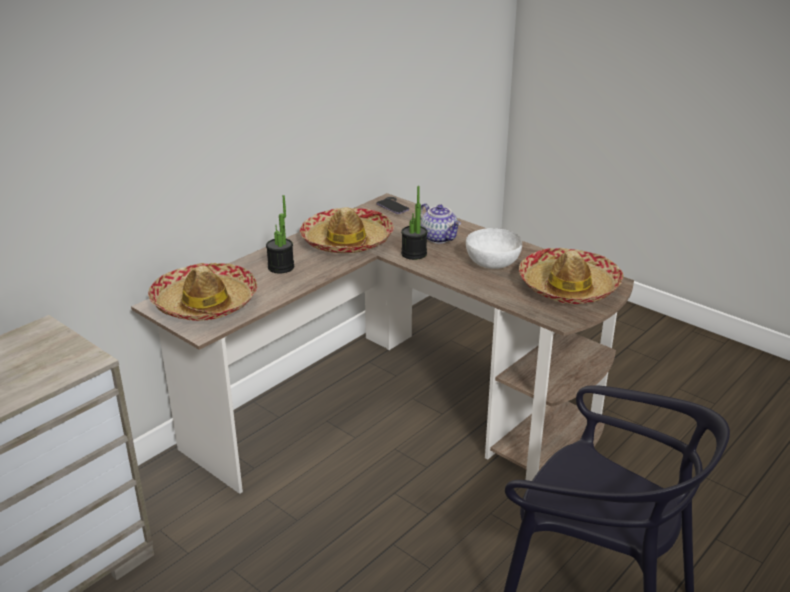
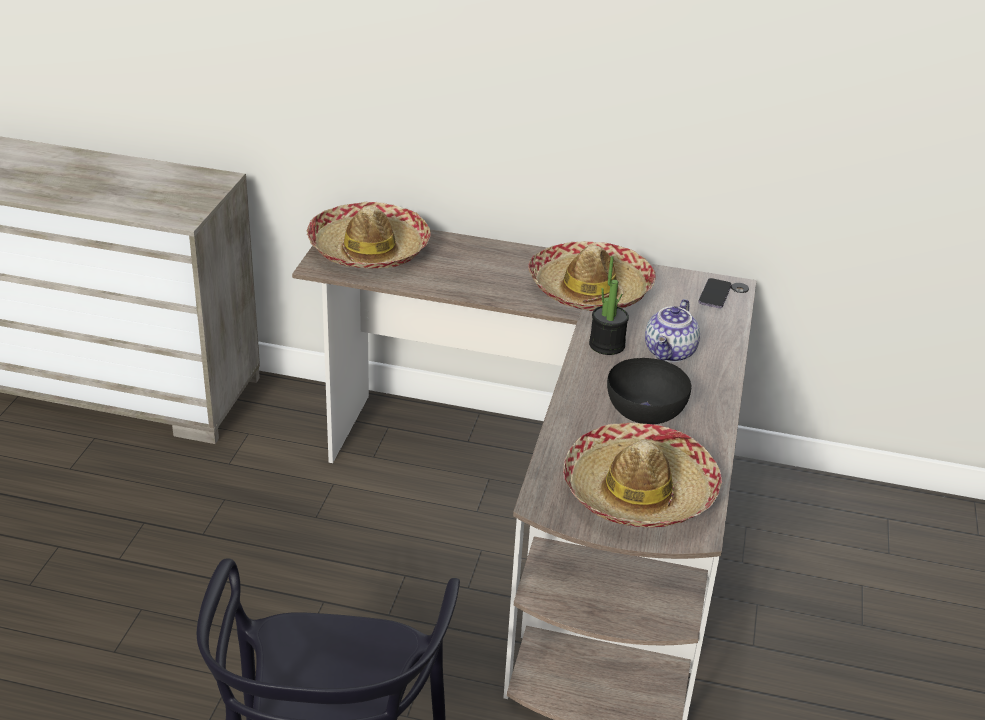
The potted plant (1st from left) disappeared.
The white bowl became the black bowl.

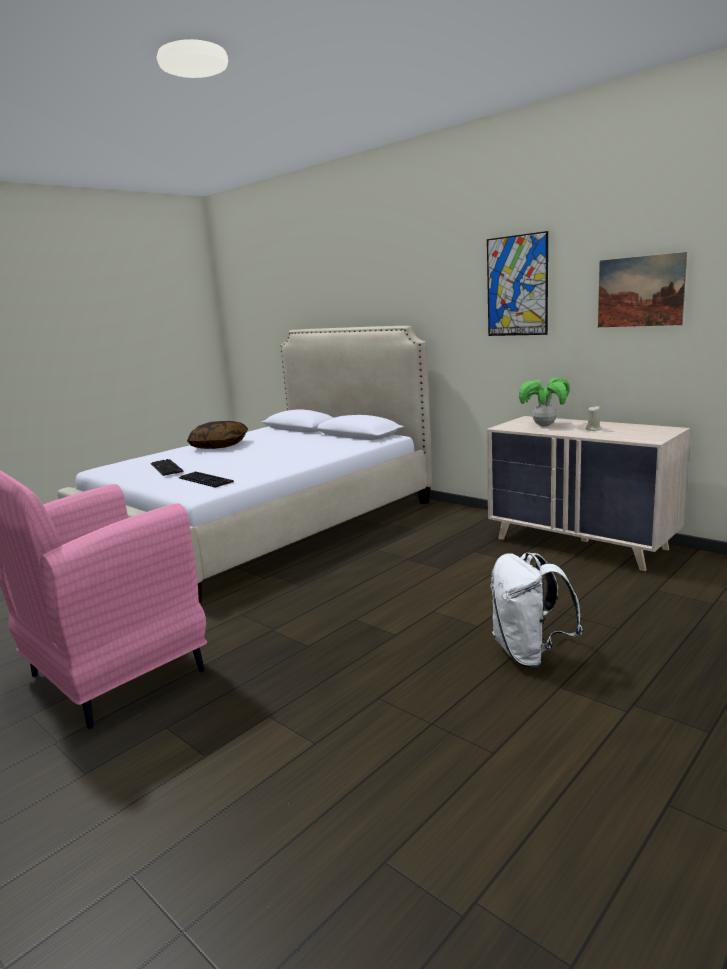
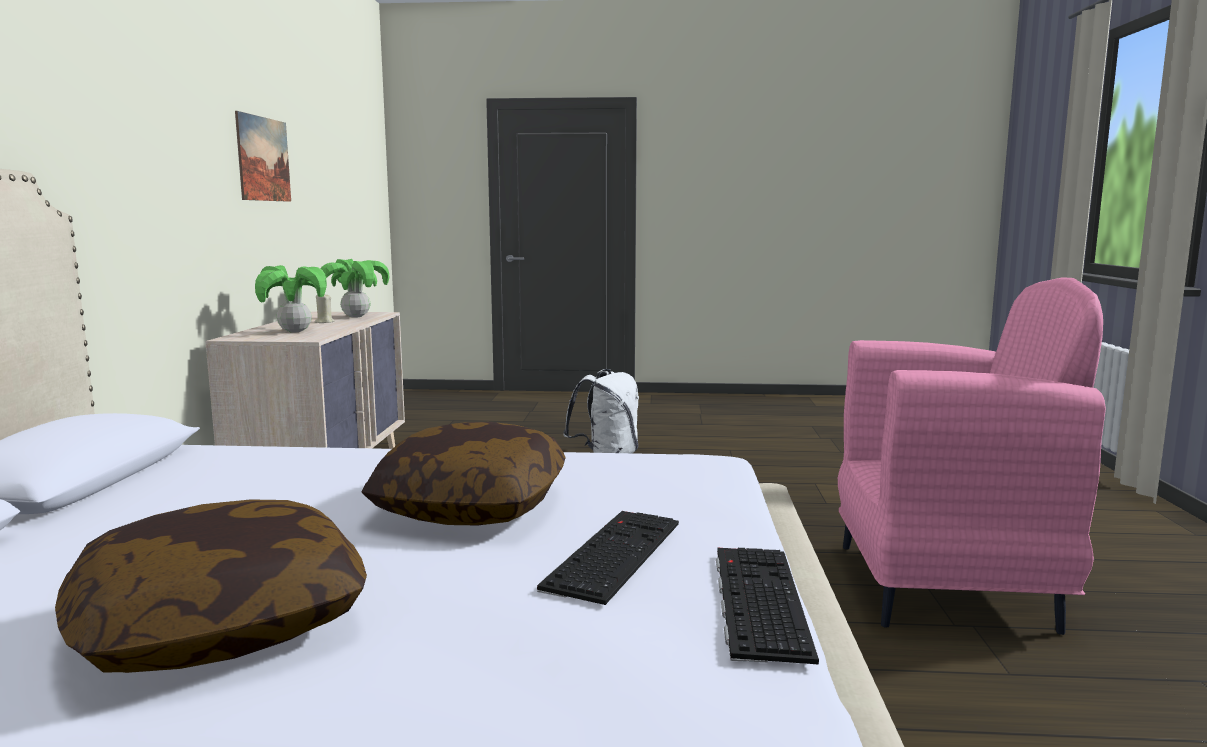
The keyboard (2nd from left) moved.
The picture (1st from left) disappeared.
The potted plant (2nd from left) appeared.
The pillow (2nd from left) appeared.

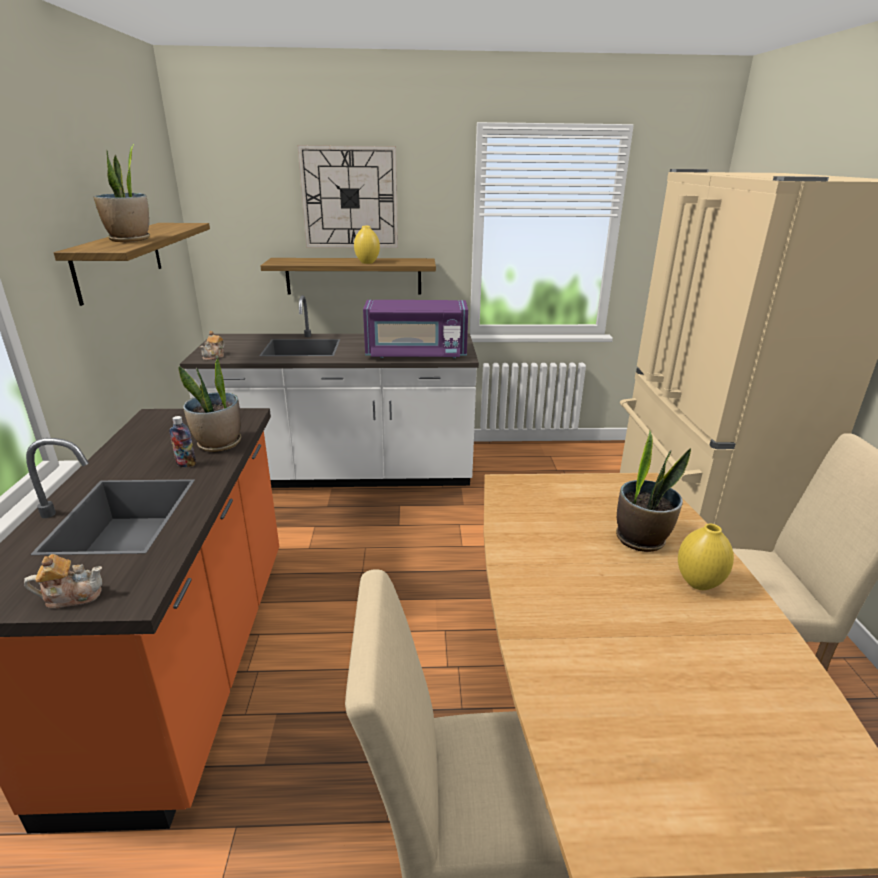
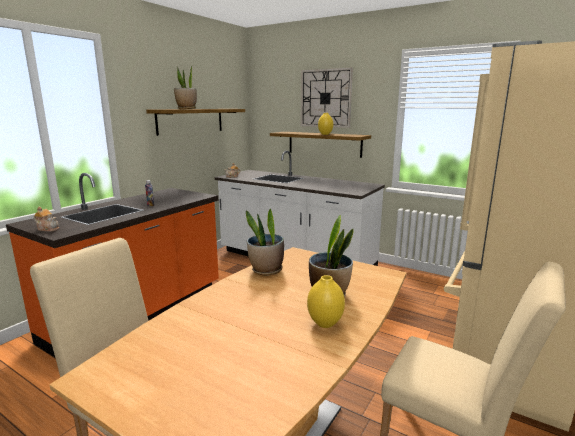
The potted plant (2nd from left) moved.
The purple microwave disappeared.

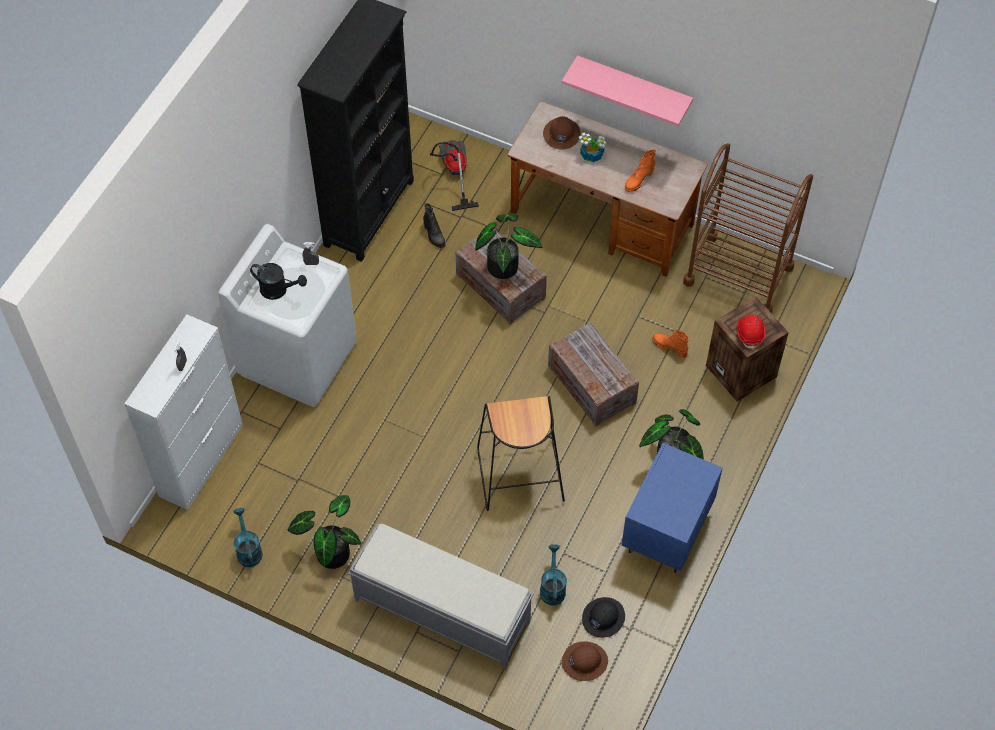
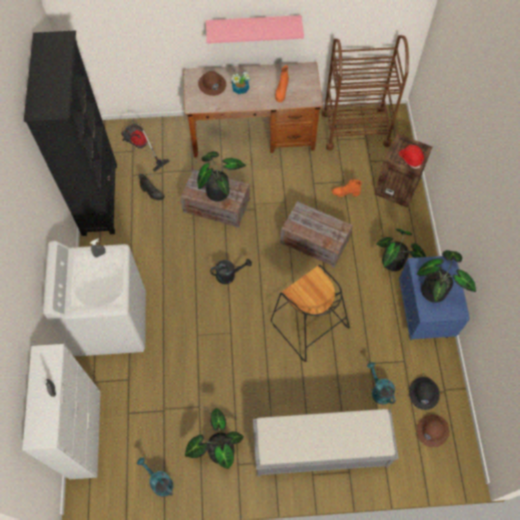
The black watering can moved.
The potted plant (5th from left) appeared.

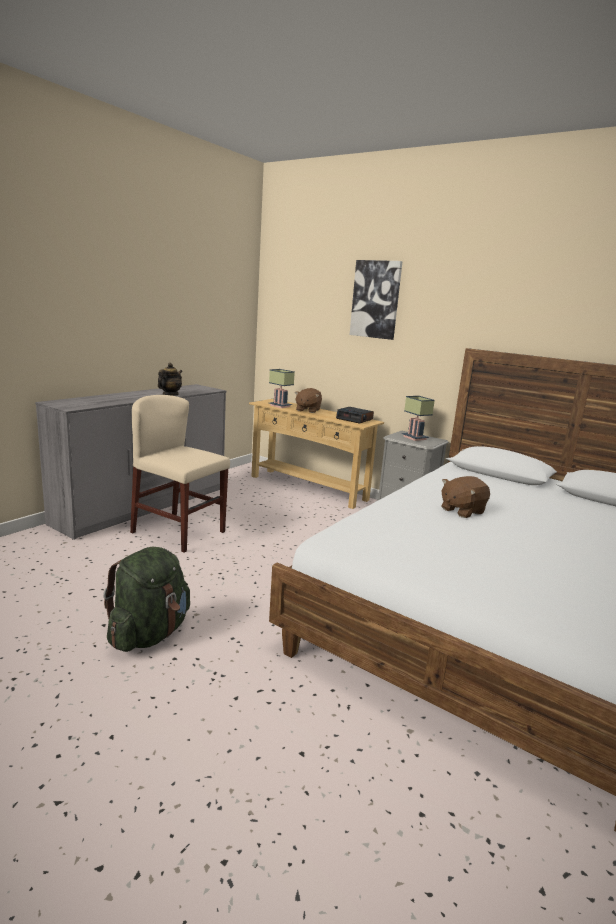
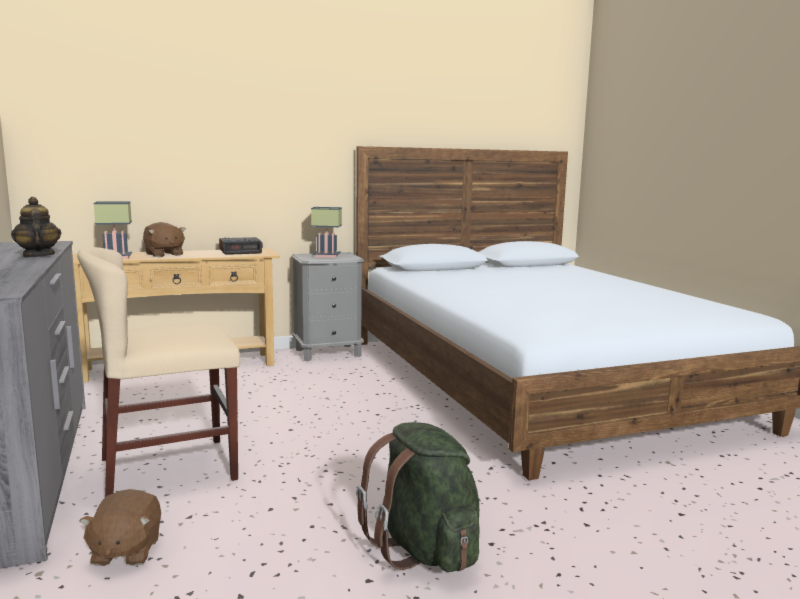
The picture disappeared.
The brown plush toy (2nd from left in the first image) moved.

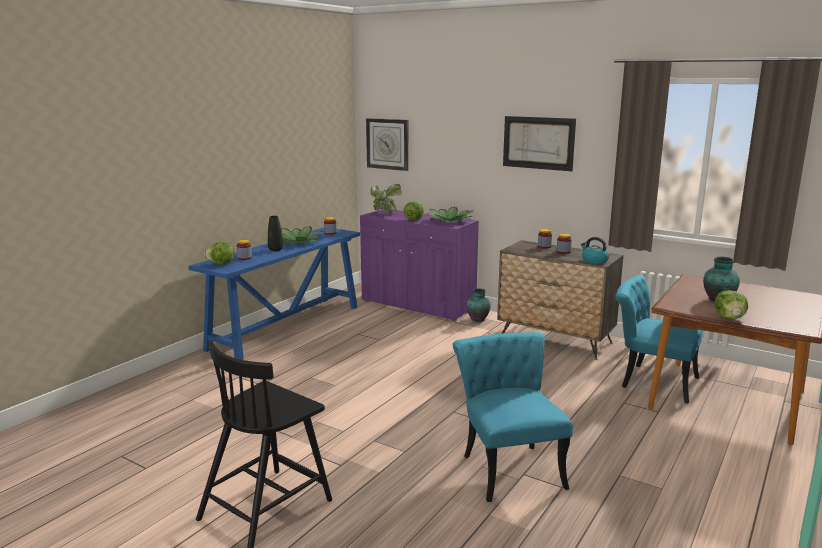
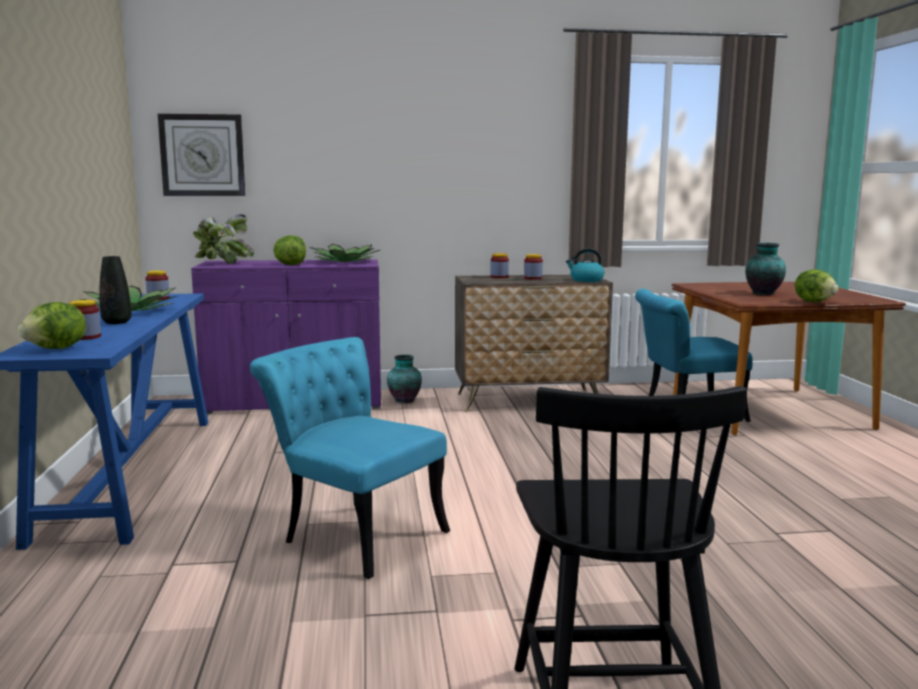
The turquoise chair (1st from left) moved.
The picture disappeared.

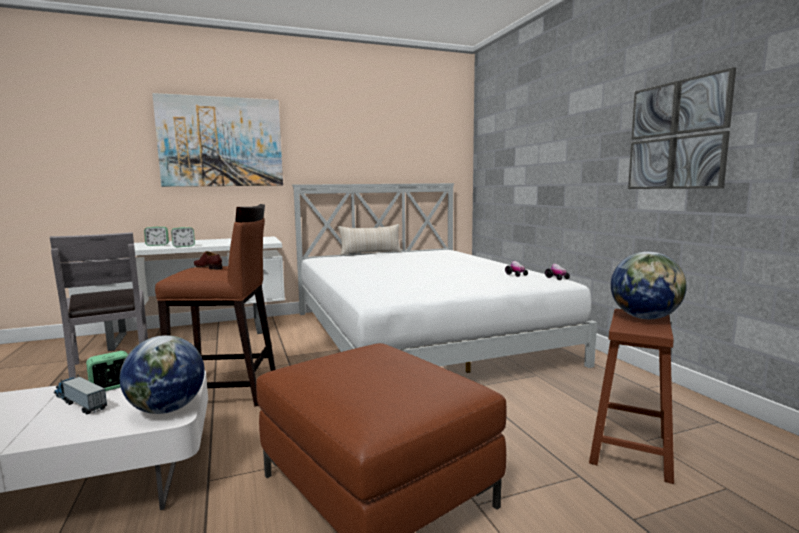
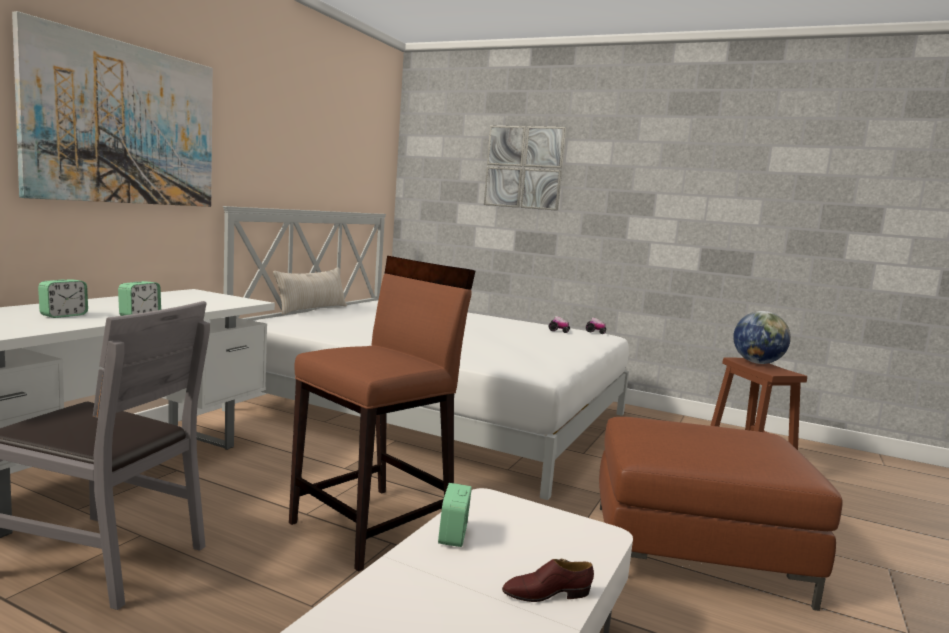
The toy truck disappeared.
The globe (1st from left) disappeared.
The brown shoe moved.
The picture (2nd from left) moved.

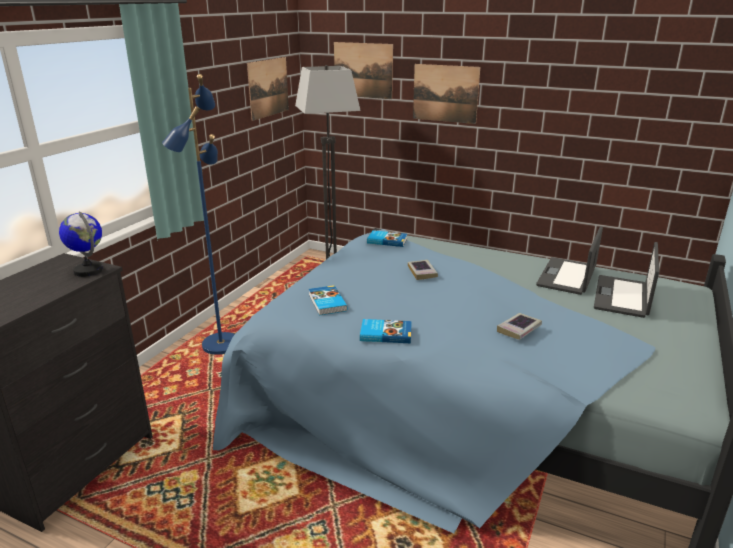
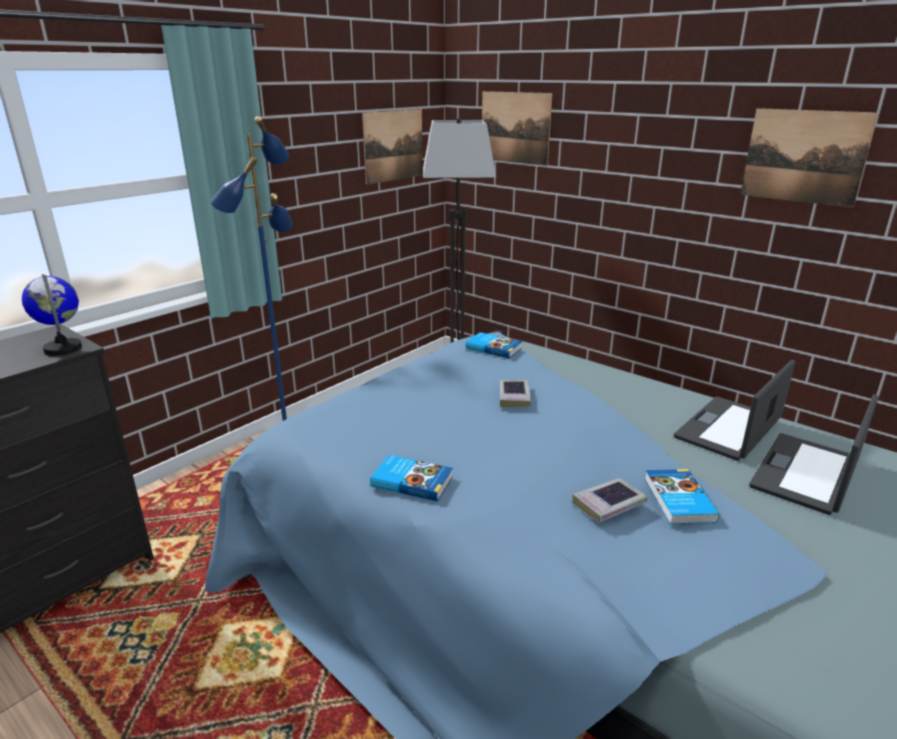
The book (1st from left in the first image) moved.
The picture (3rd from left) moved.

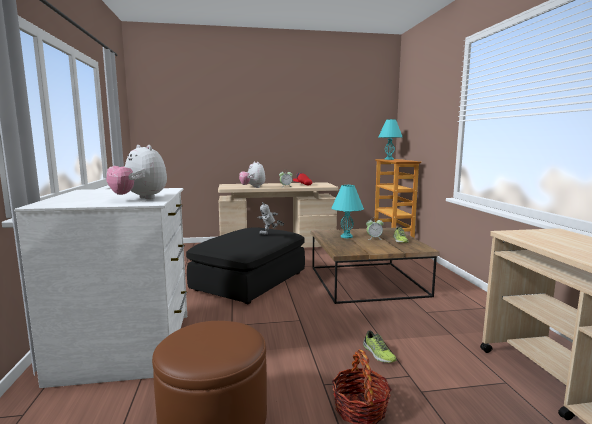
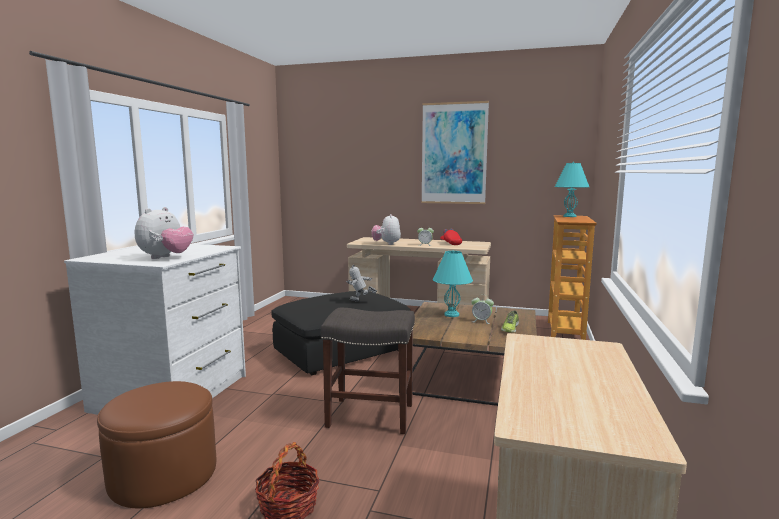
The plush toy (1st from left) turned 135 degrees counterclockwise.
The shoe (1st from left) disappeared.
The grey stool appeared.
The picture appeared.

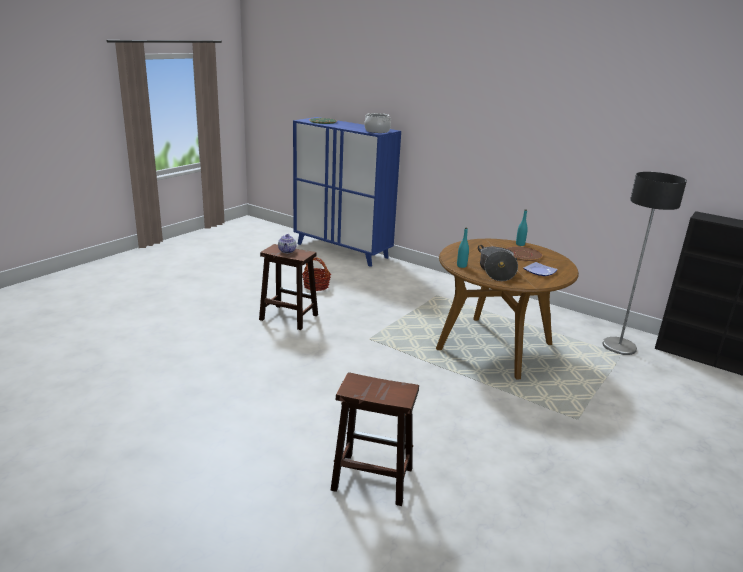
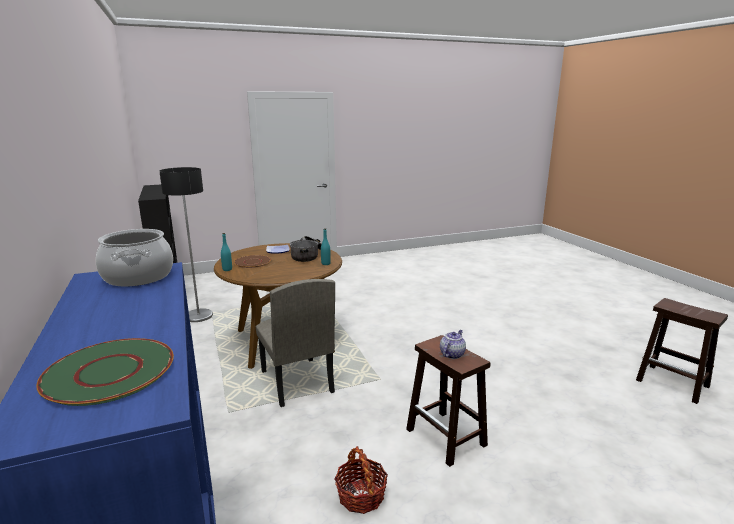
The brown stool (2nd from left) moved.
The beige chair appeared.

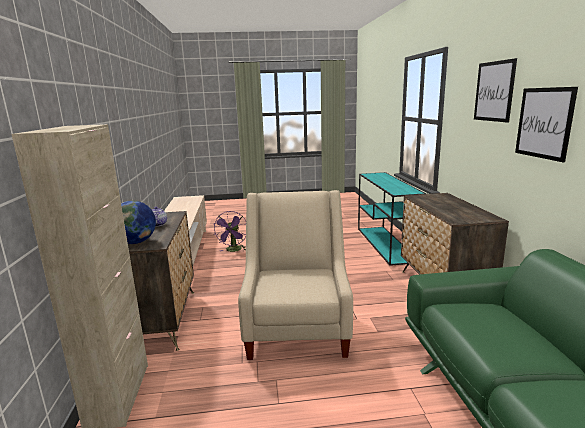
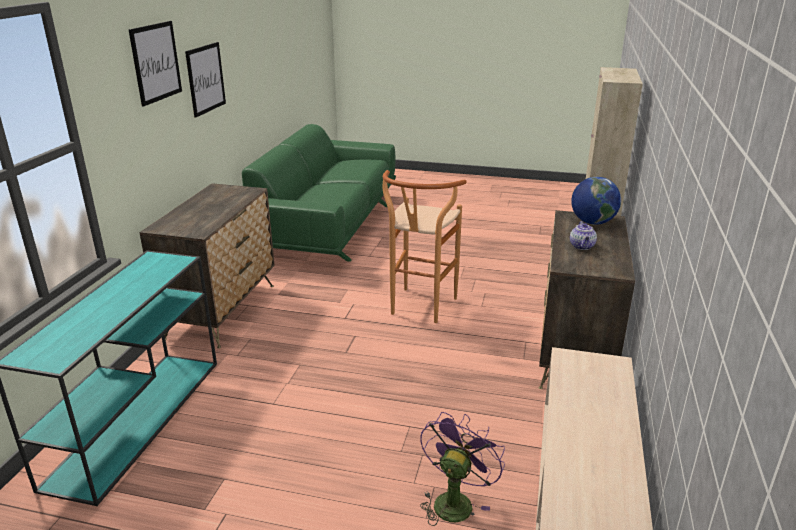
The beige armchair was replaced by the brown stool.

